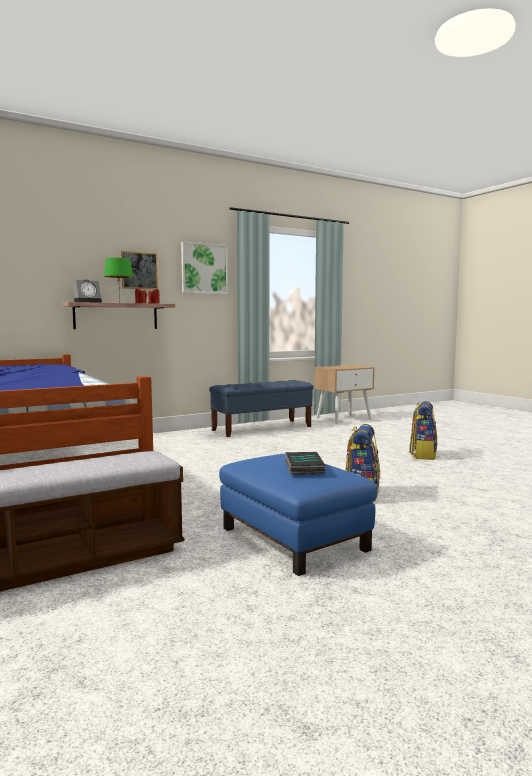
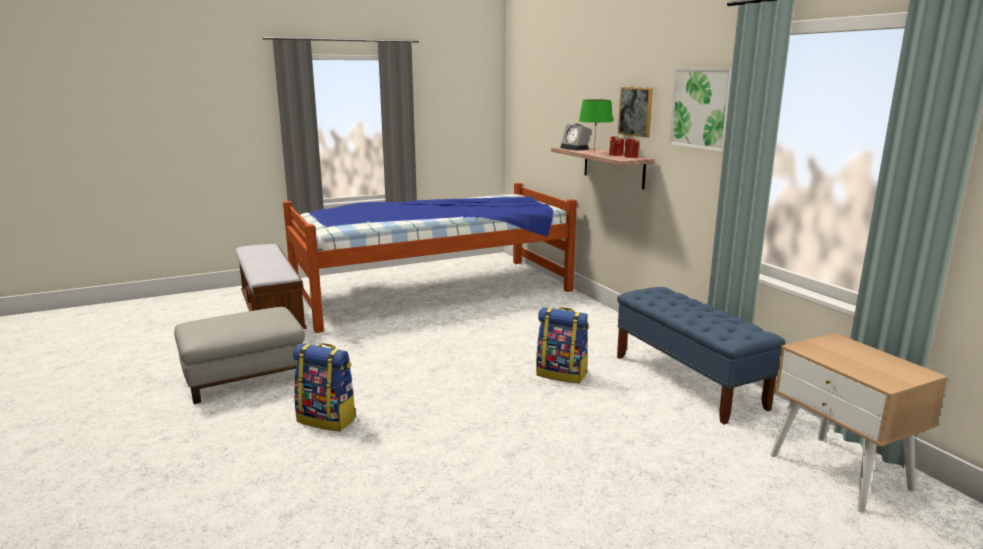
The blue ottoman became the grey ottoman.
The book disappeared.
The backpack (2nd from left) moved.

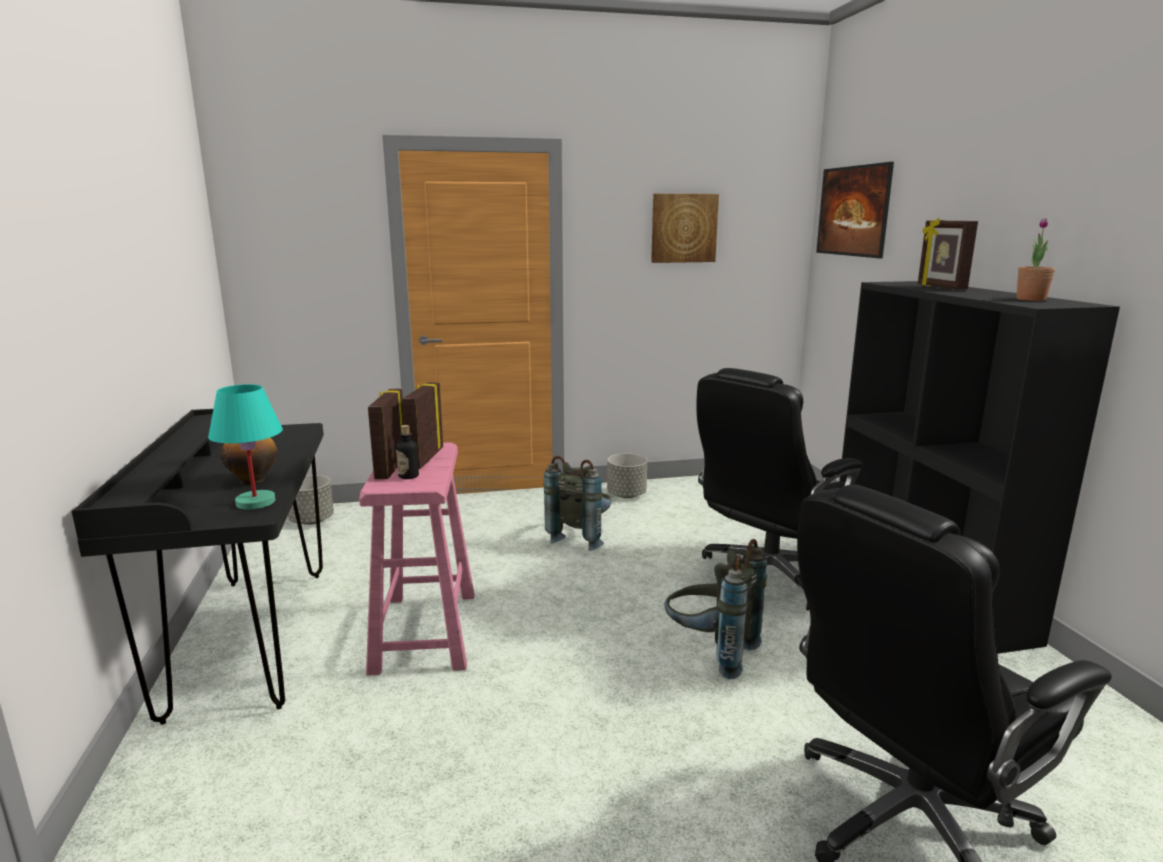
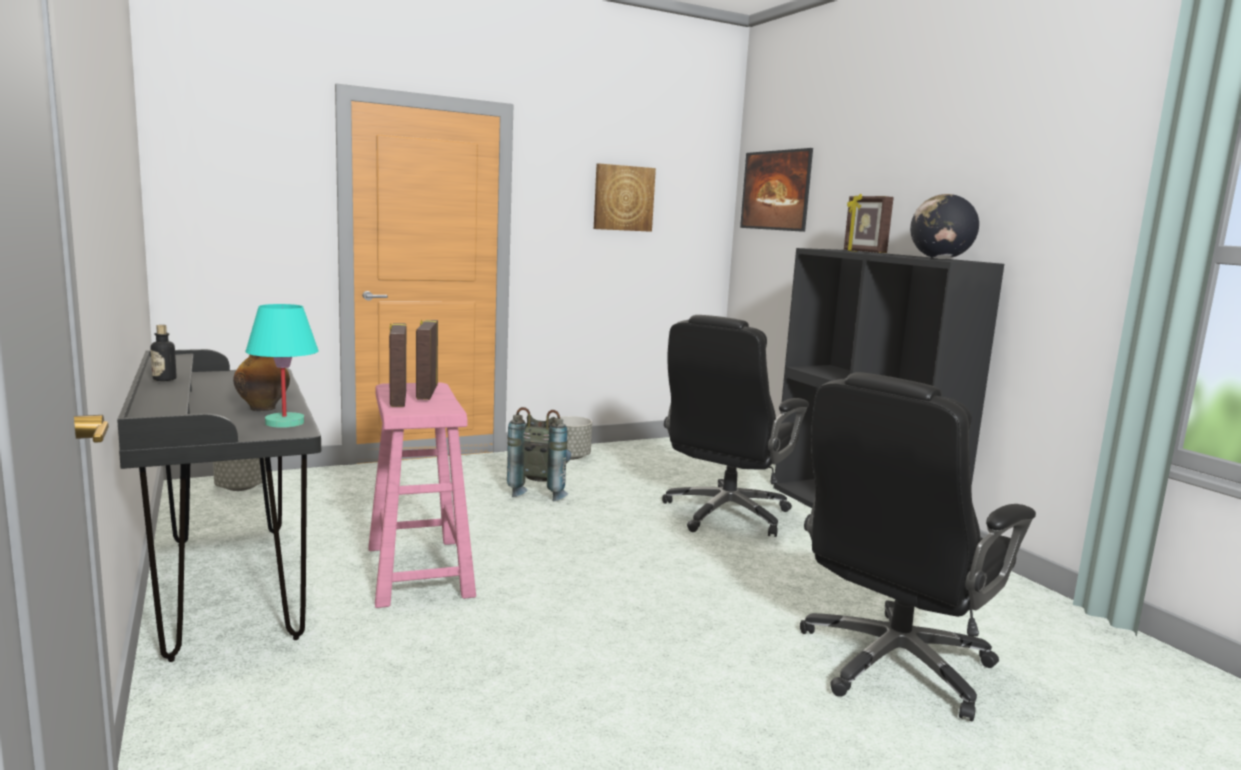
The bottle (2nd from left in the first image) moved.
The grey backpack (2nd from left) disappeared.
The potted plant was replaced by the globe.

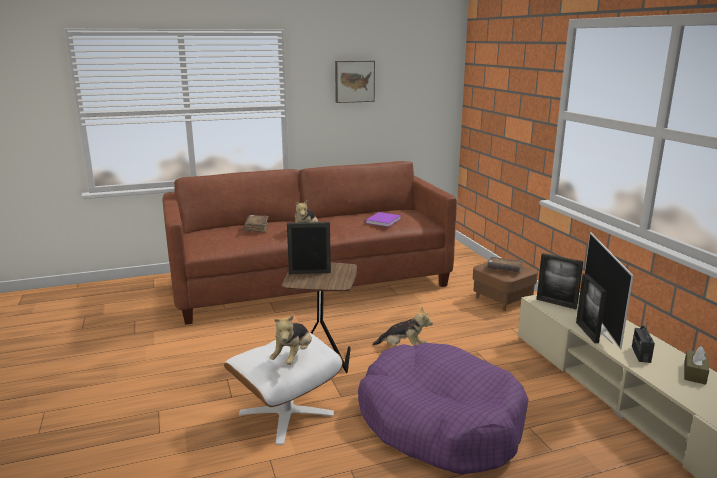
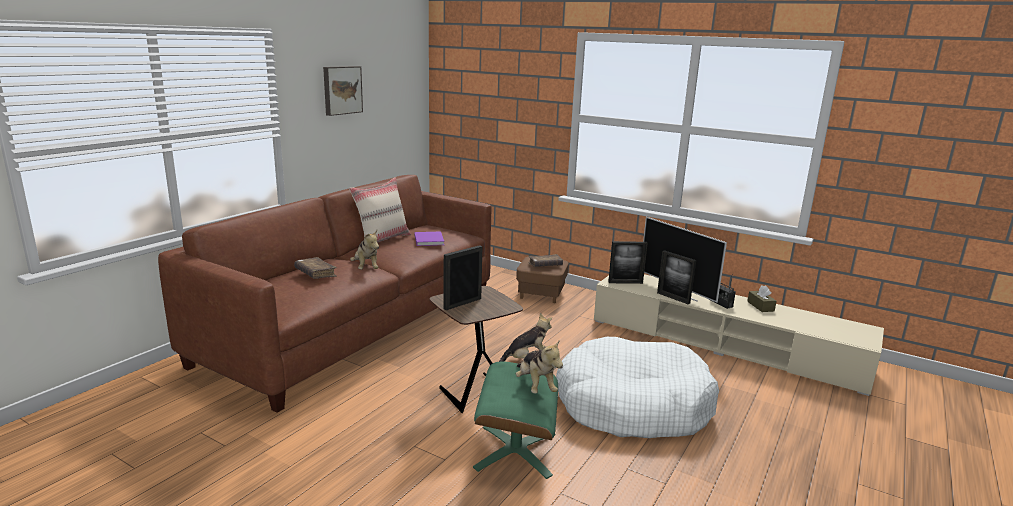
The white ottoman became the green ottoman.
The purple dog bed became the white dog bed.
The beige pillow appeared.

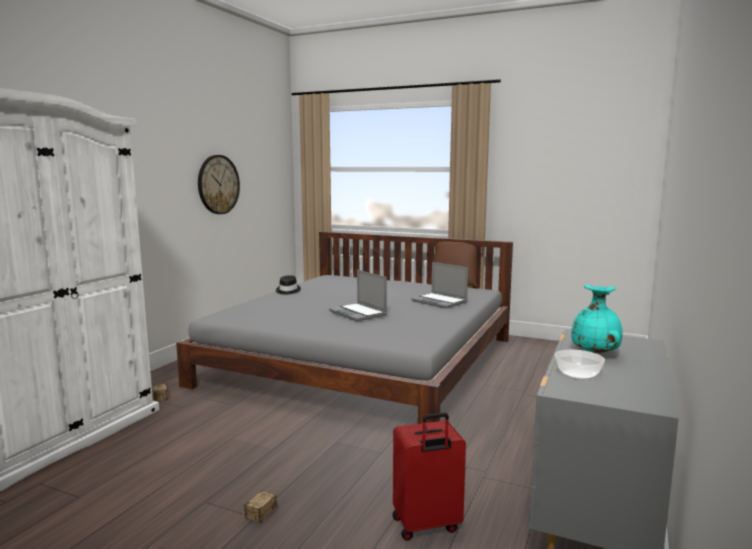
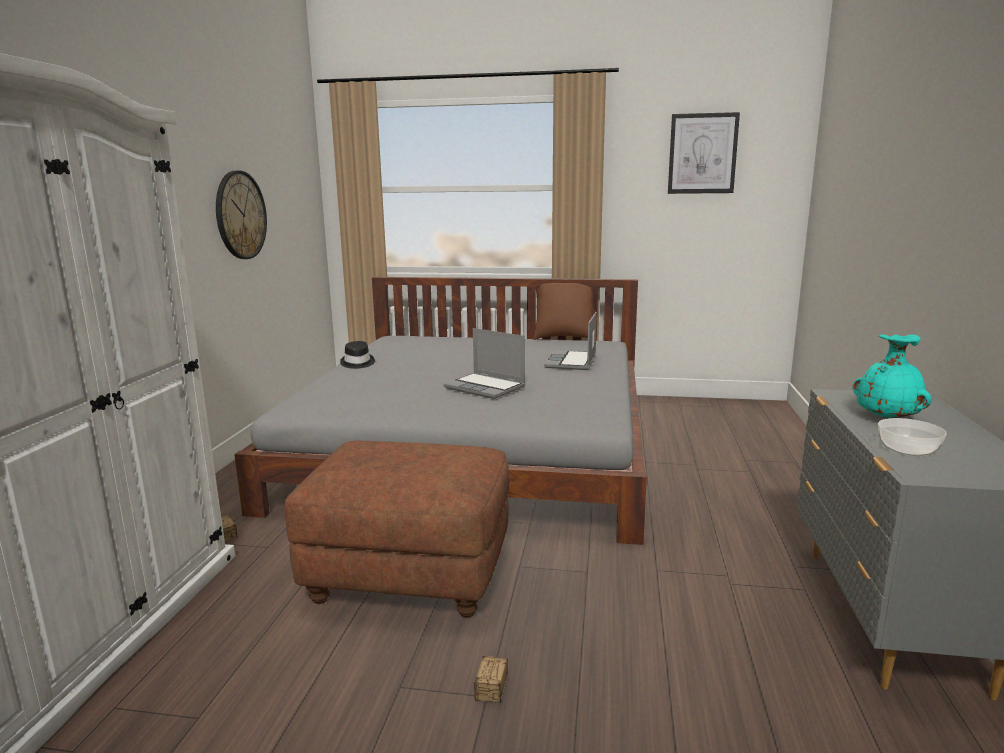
The red suitcase disappeared.
The laptop (2nd from left) turned 75 degrees clockwise.
The brown ottoman appeared.
The picture appeared.

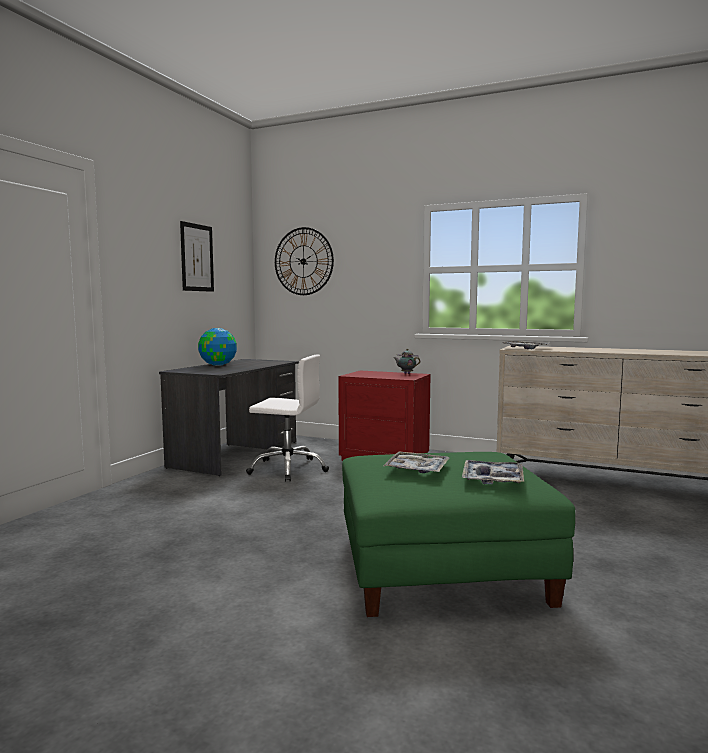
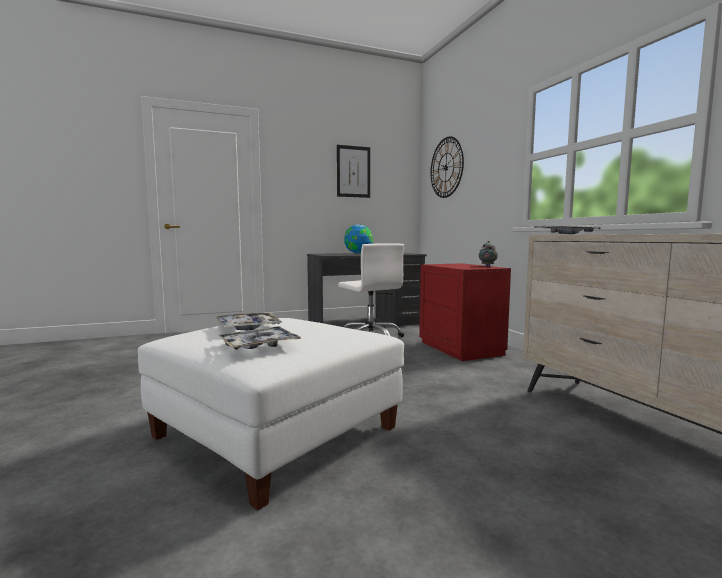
The green ottoman became the white ottoman.

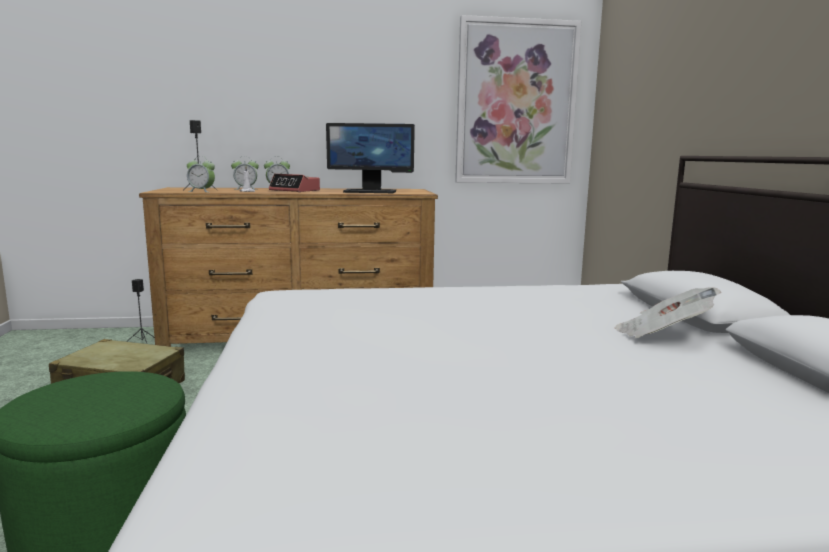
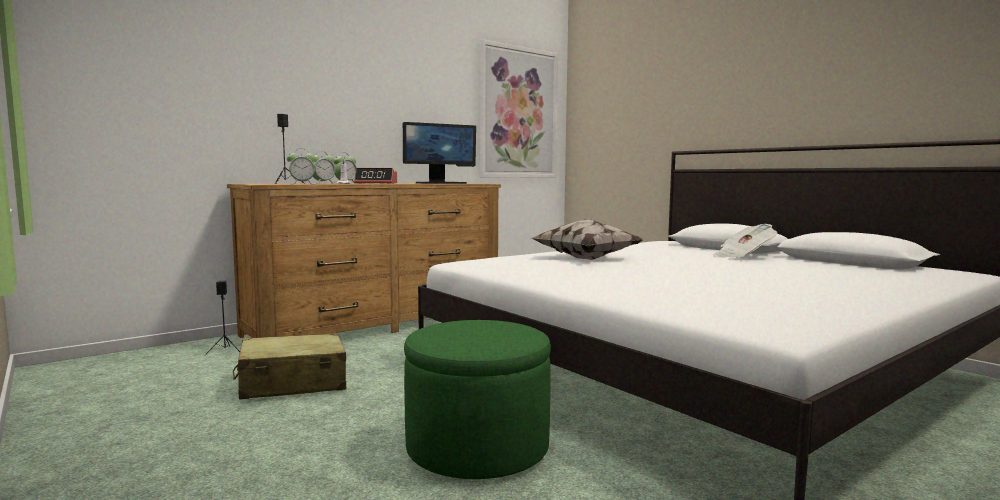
The pillow appeared.

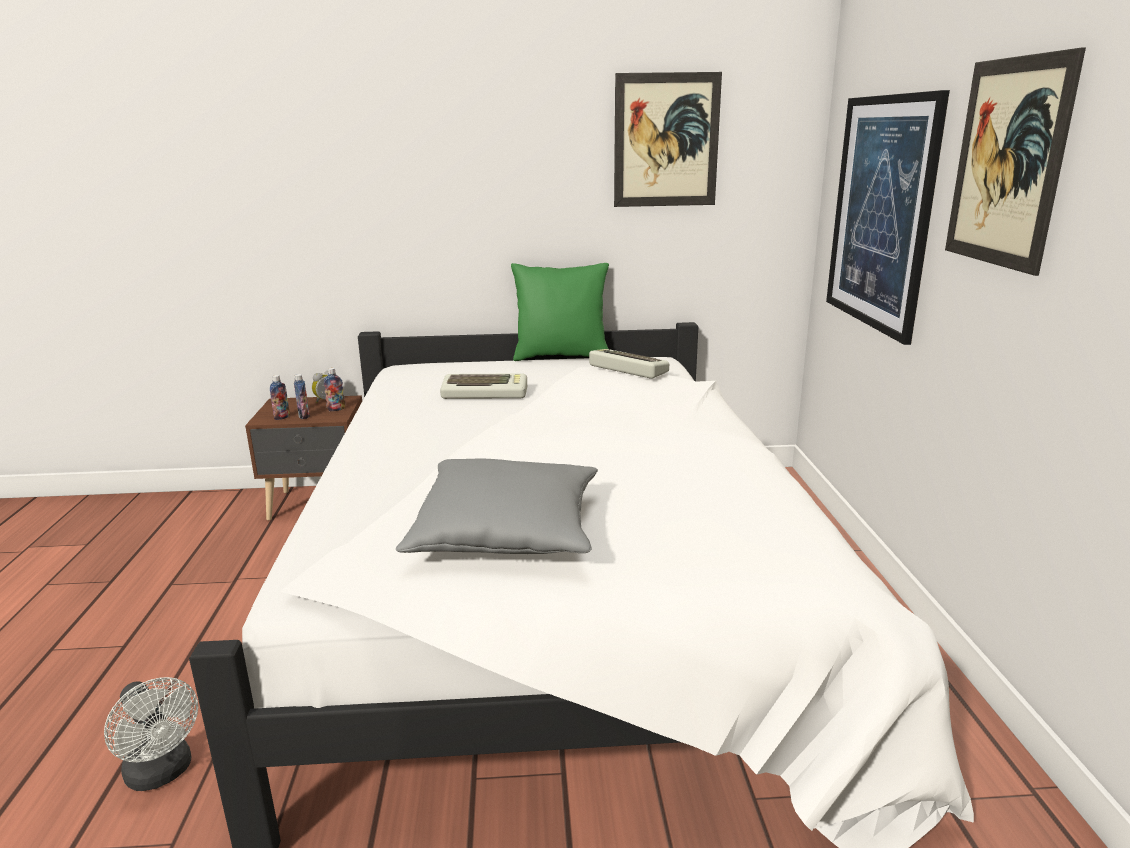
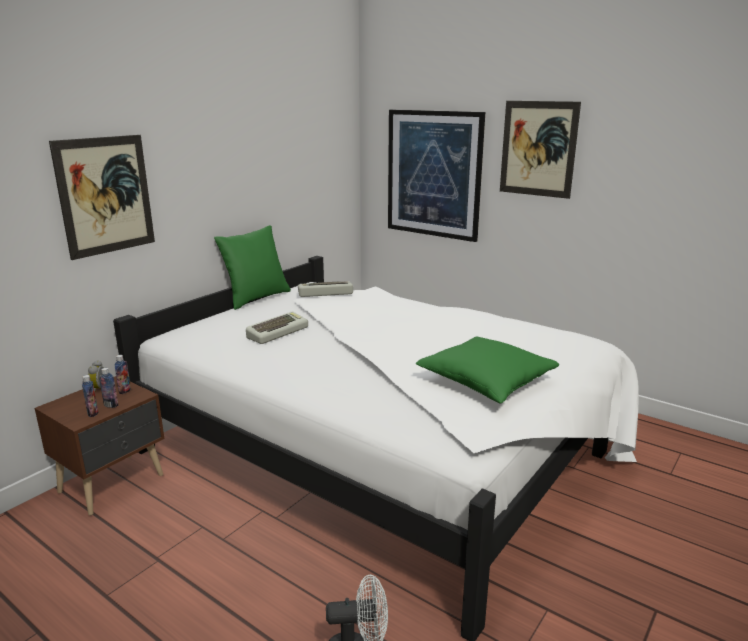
The grey pillow became the green pillow (2nd from left).
The picture (1st from left) moved.

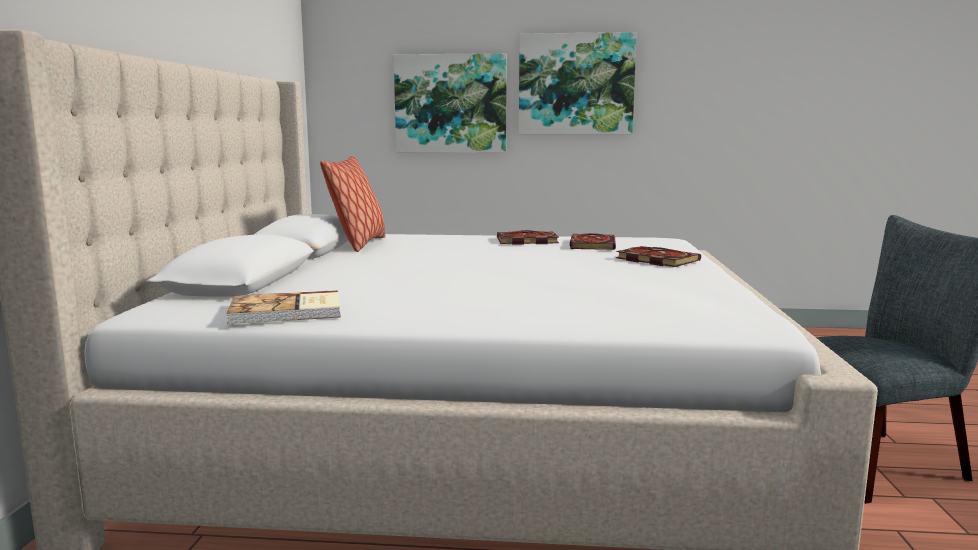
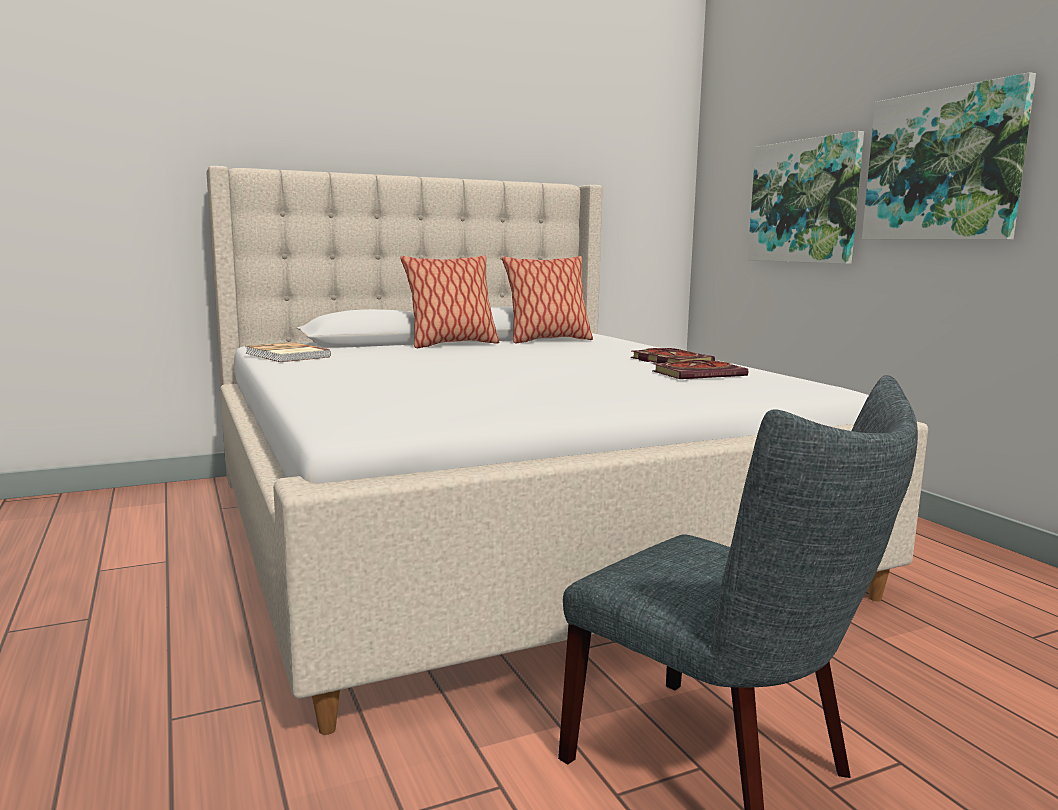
The book (4th from left) disappeared.
The pillow (1st from left) appeared.

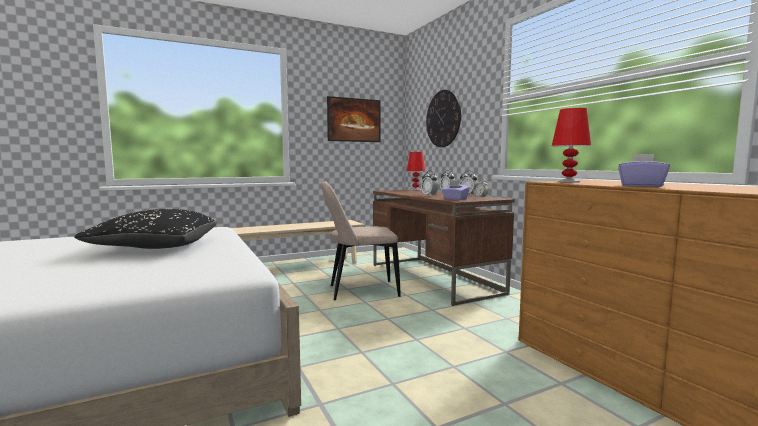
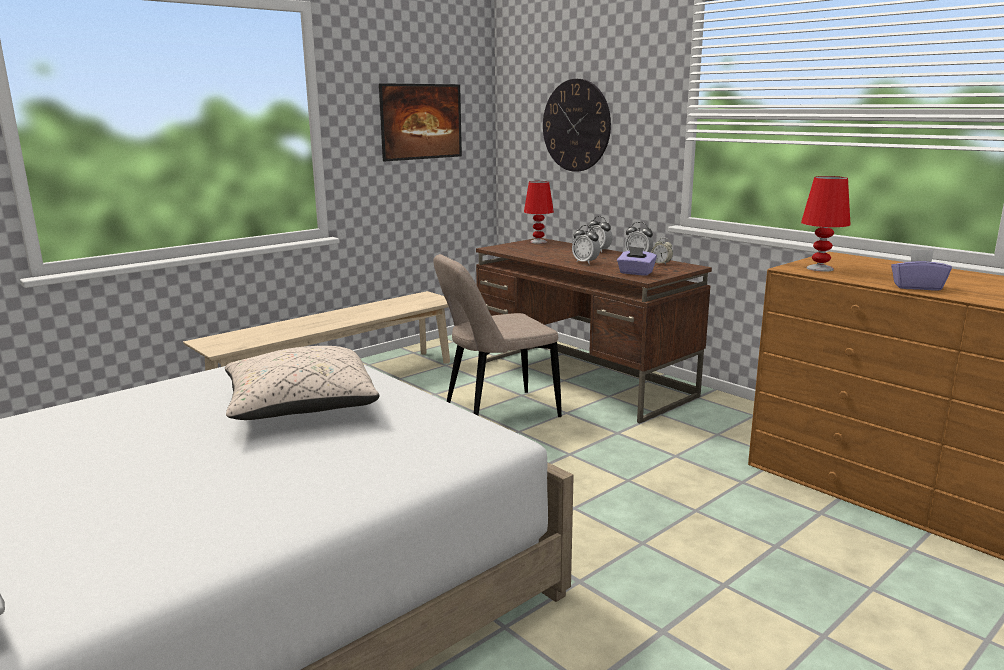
The black pillow became the beige pillow.

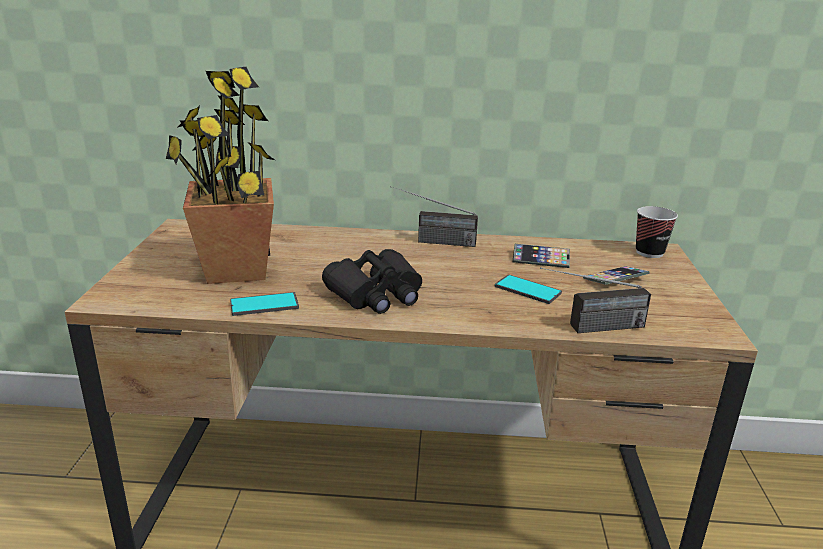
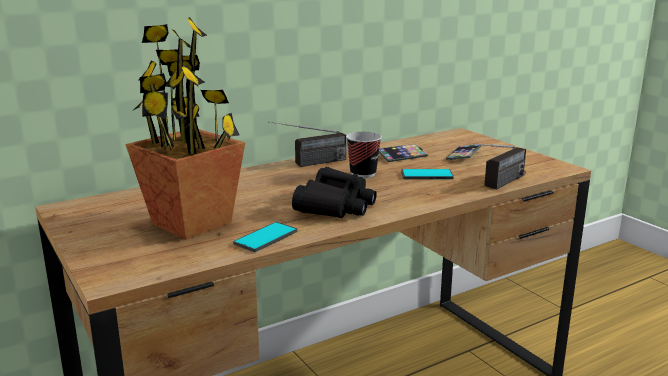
The cup moved.

